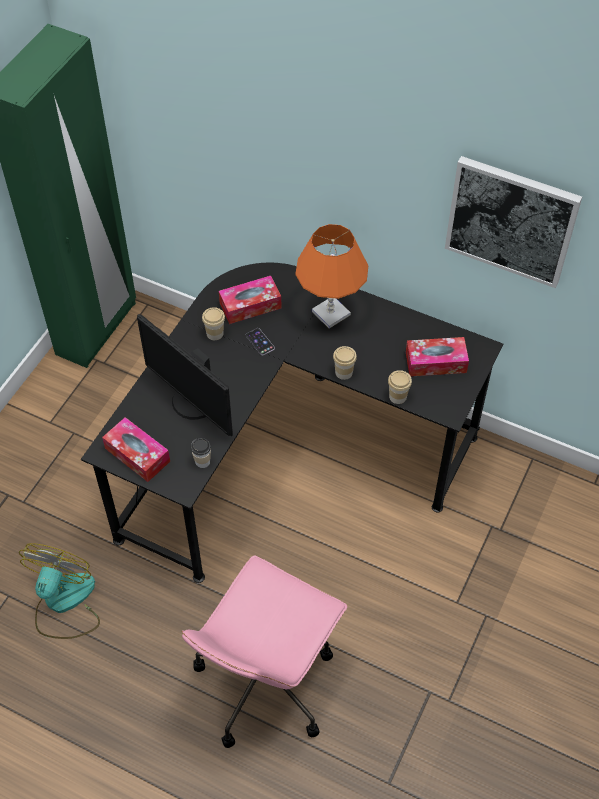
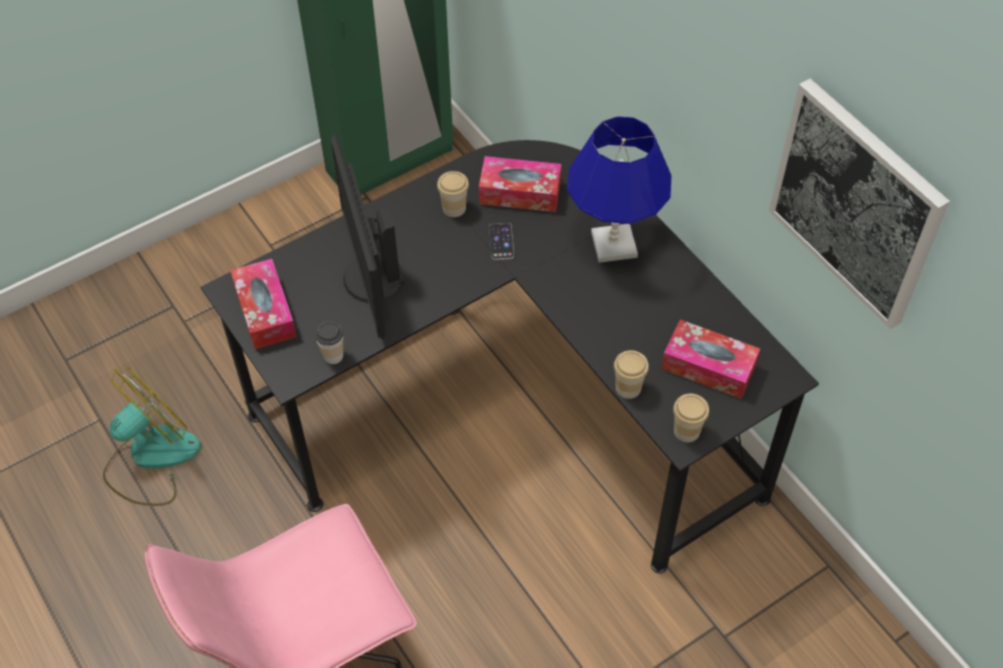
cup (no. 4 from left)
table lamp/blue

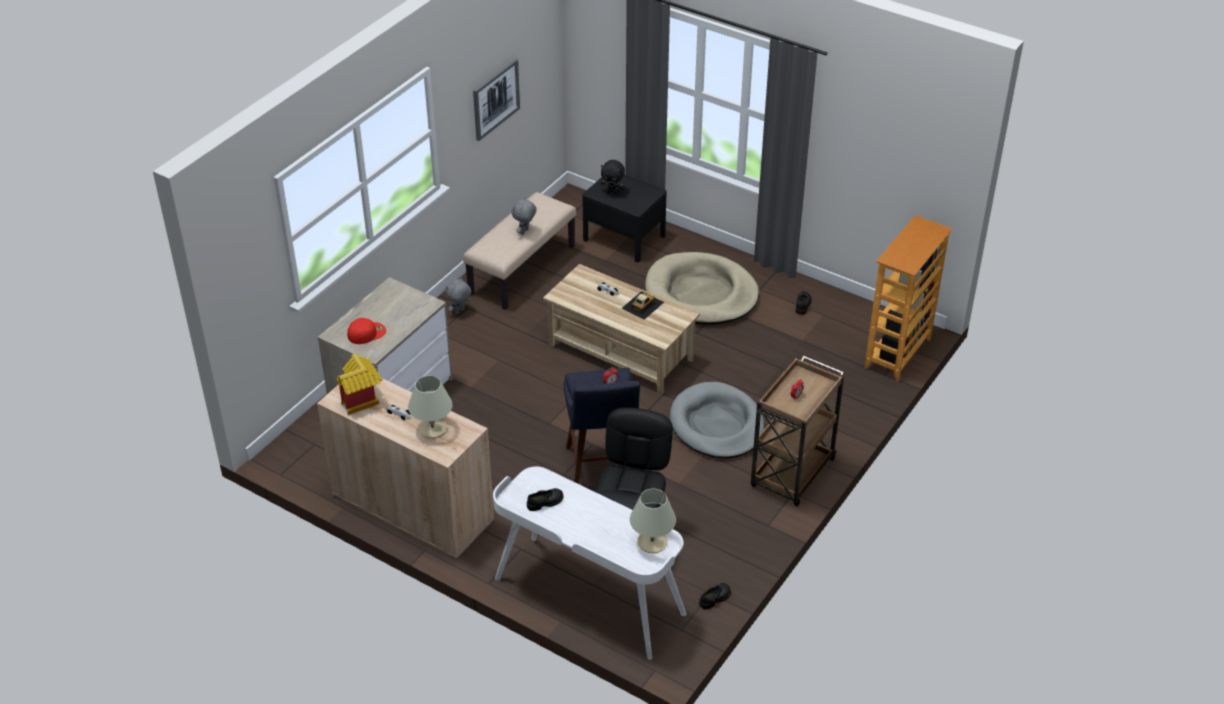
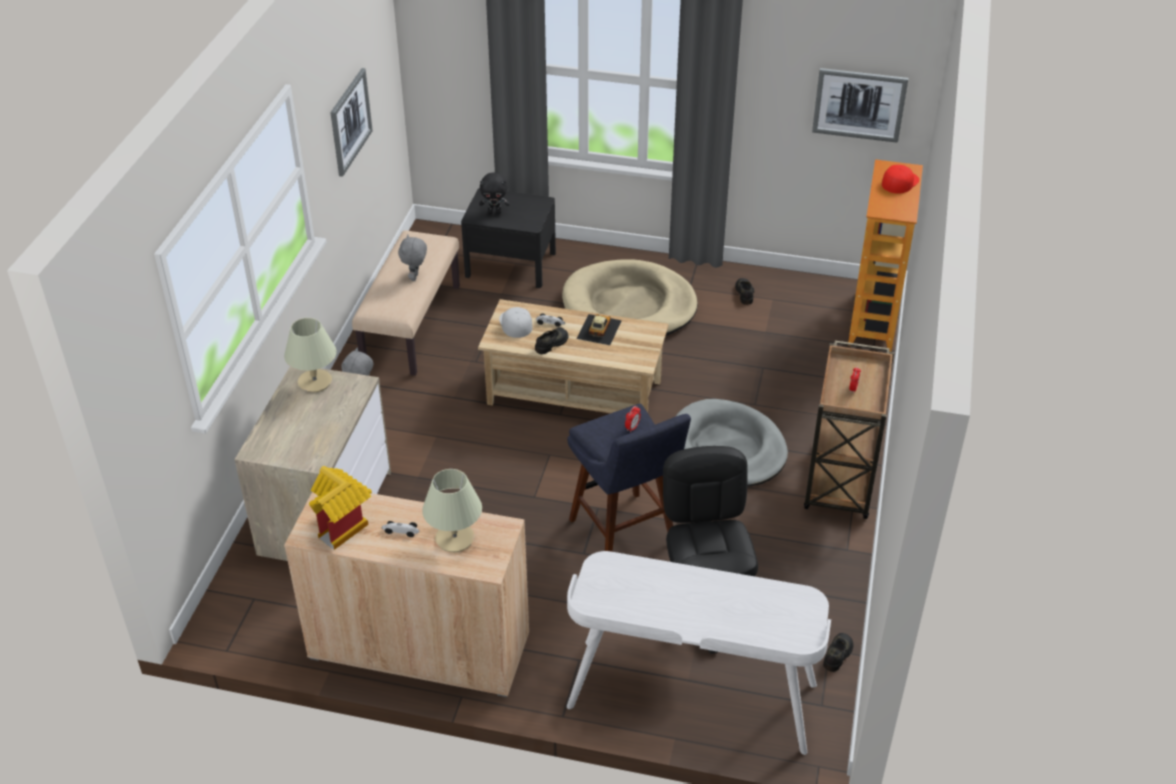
cap/white
picture (no. 2 from left)
cap/red
shoe/black (no. 1 from left)
table lamp/beige (no. 1 from left)

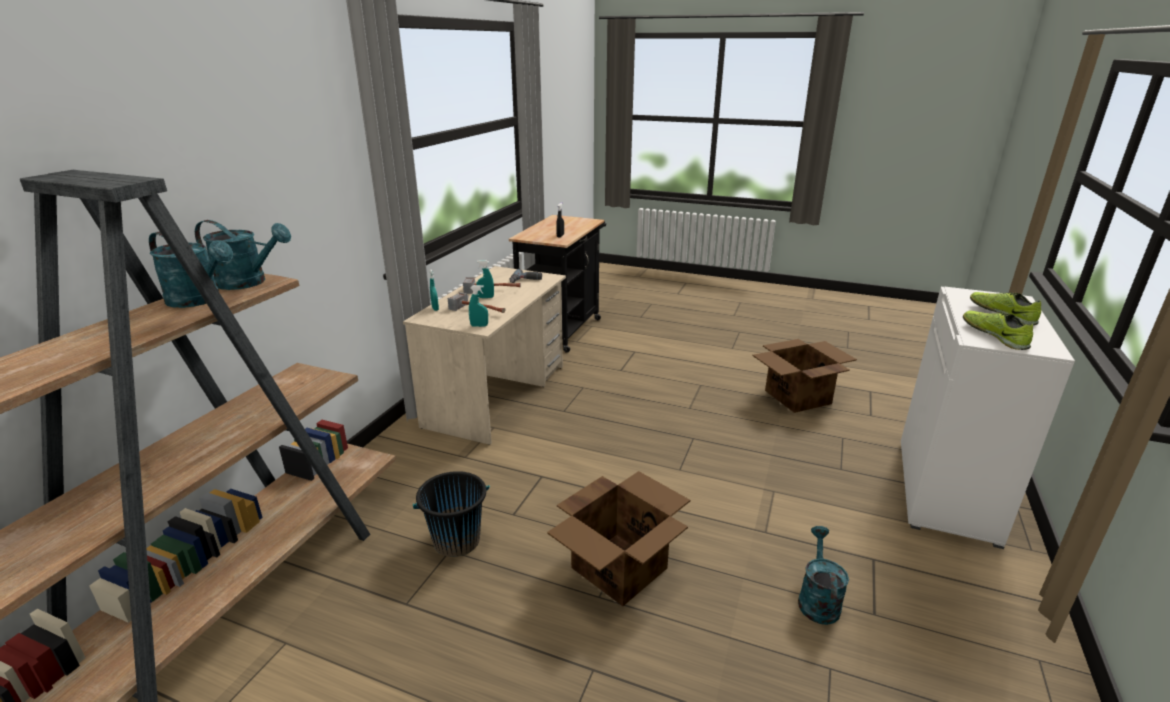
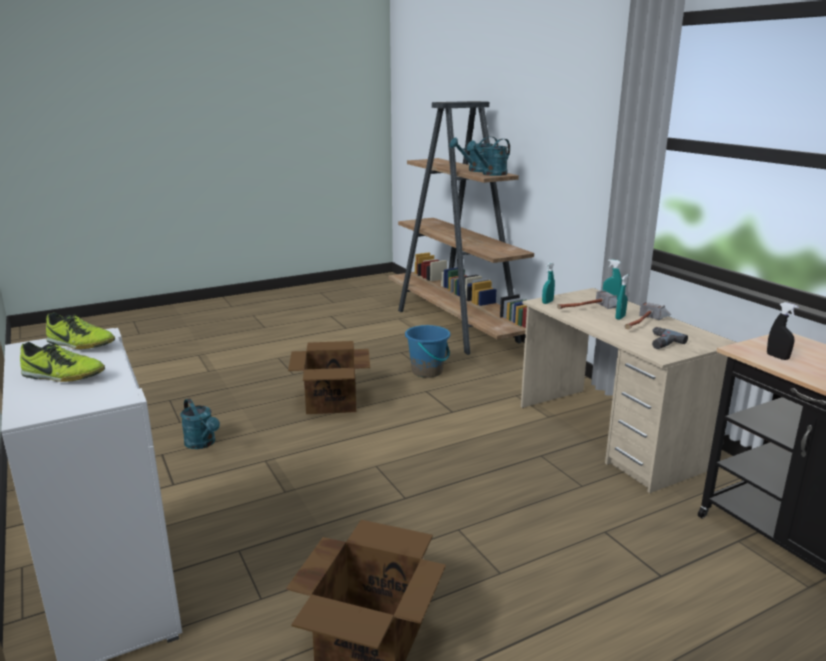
bucket/blue

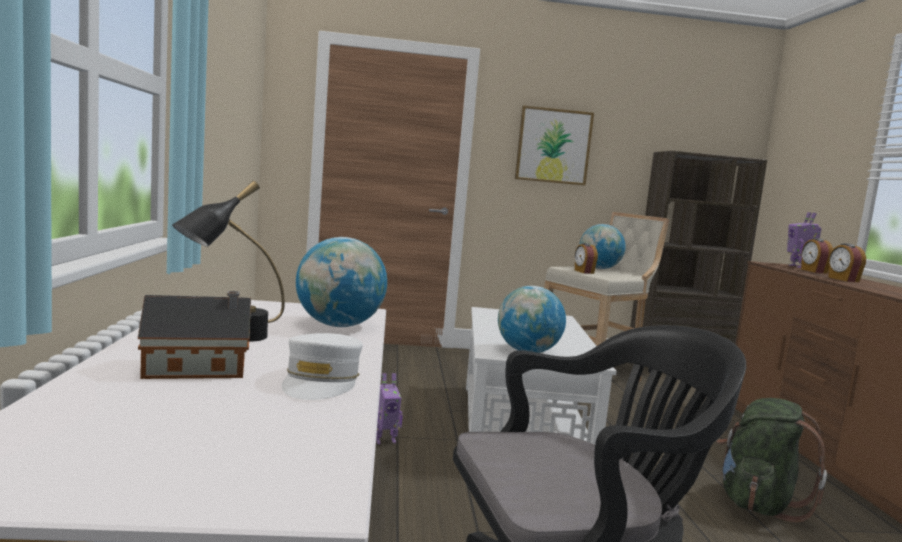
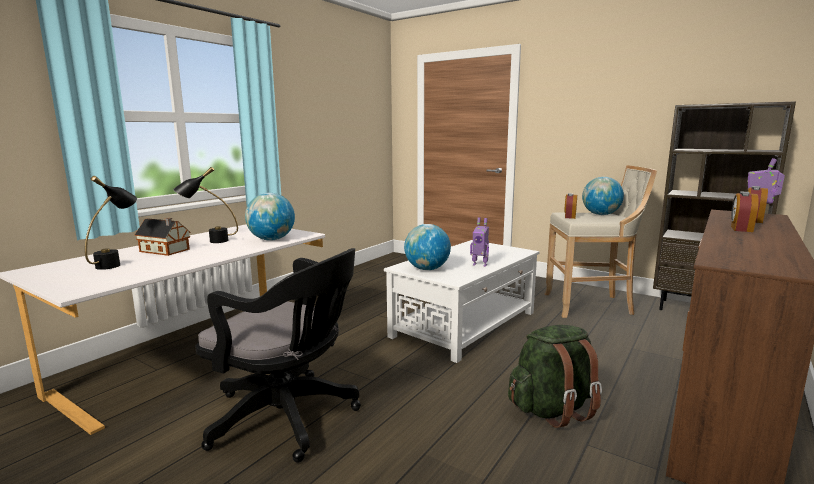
cap/white
picture
table lamp/black (no. 1 from left)
toy robot (no. 1 from left)

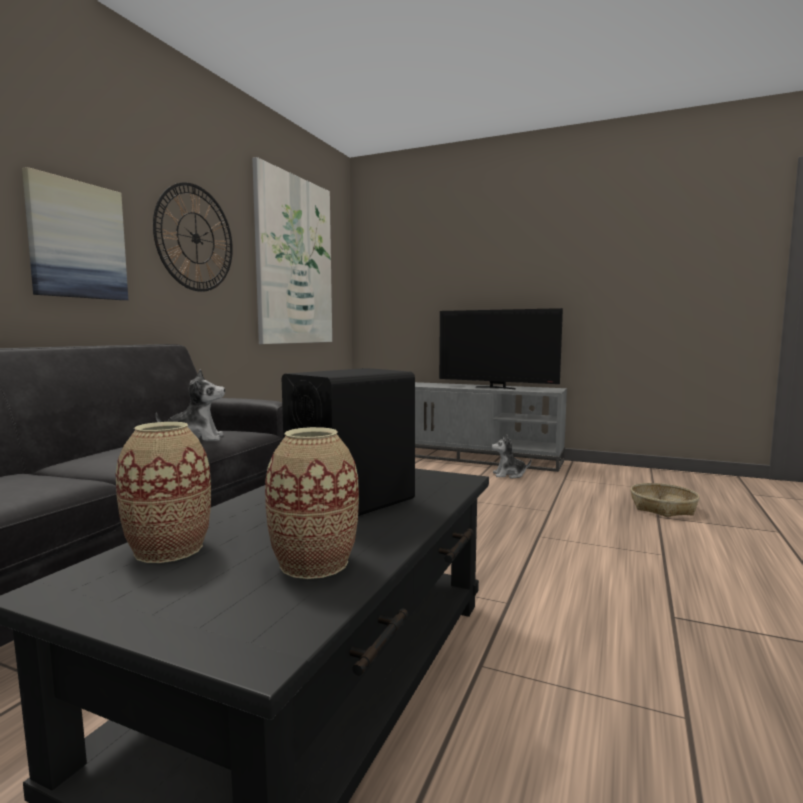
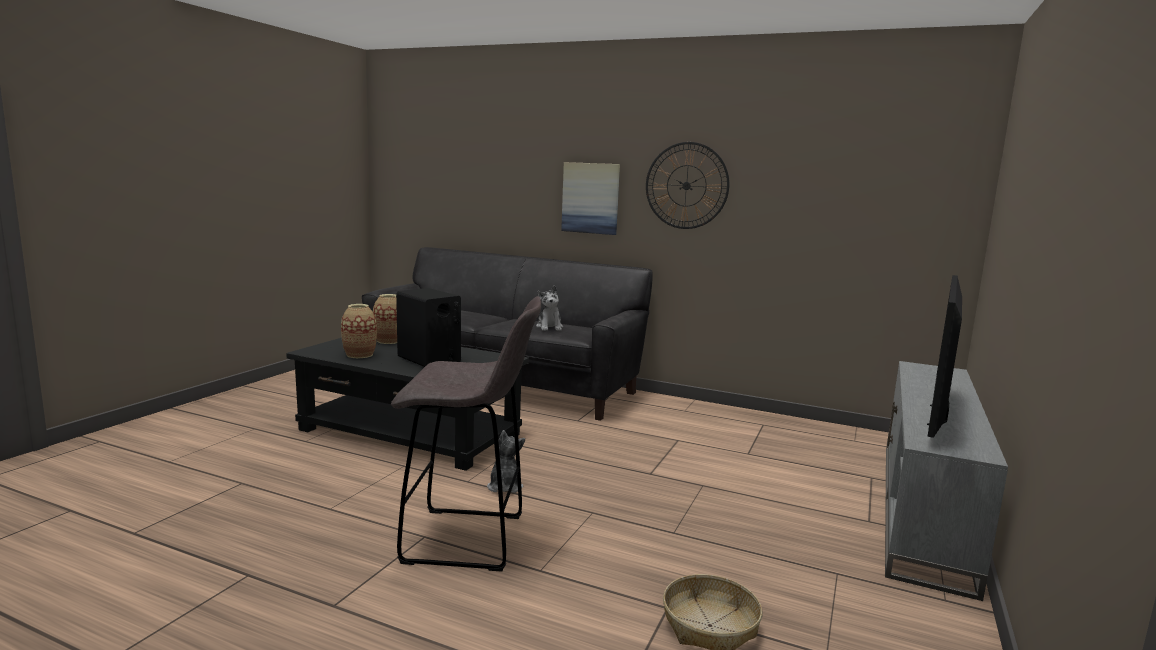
picture (no. 2 from left in the first image)
stool/grey
plush toy (no. 1 from left)

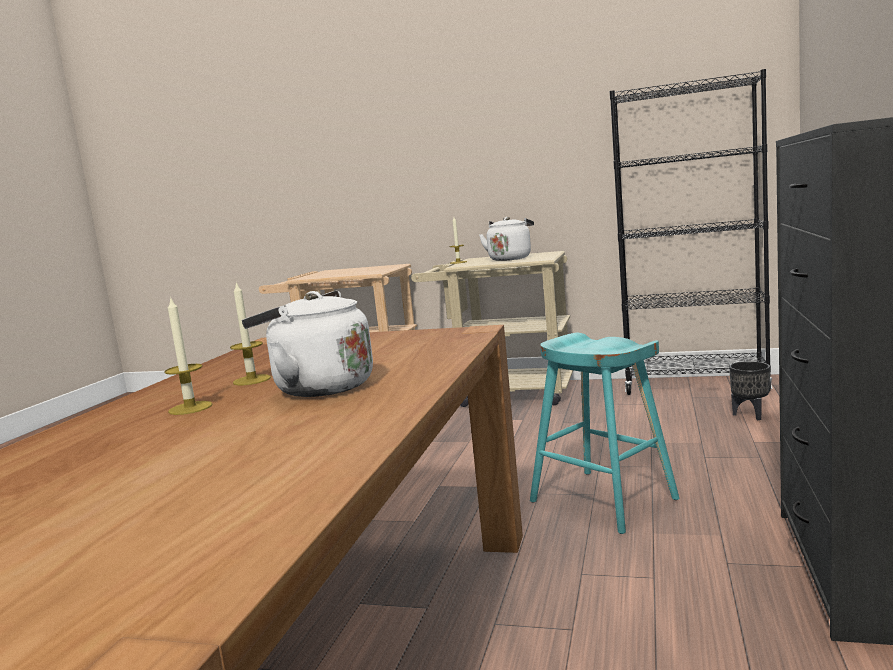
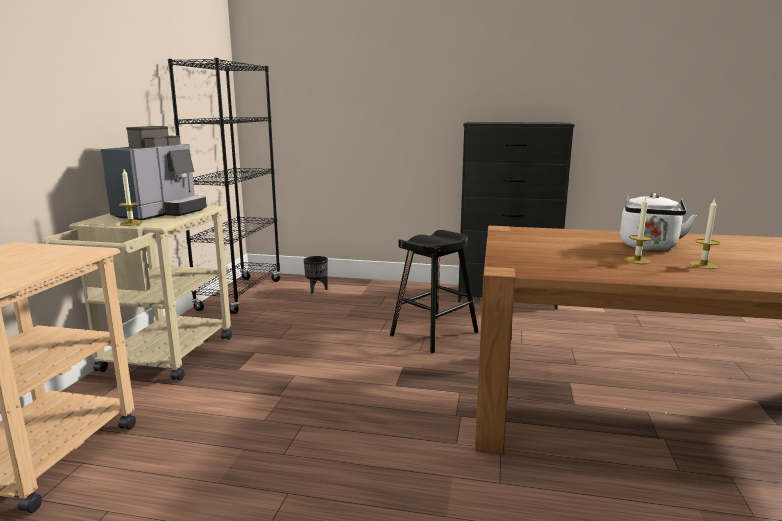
coffee machine
stool/black

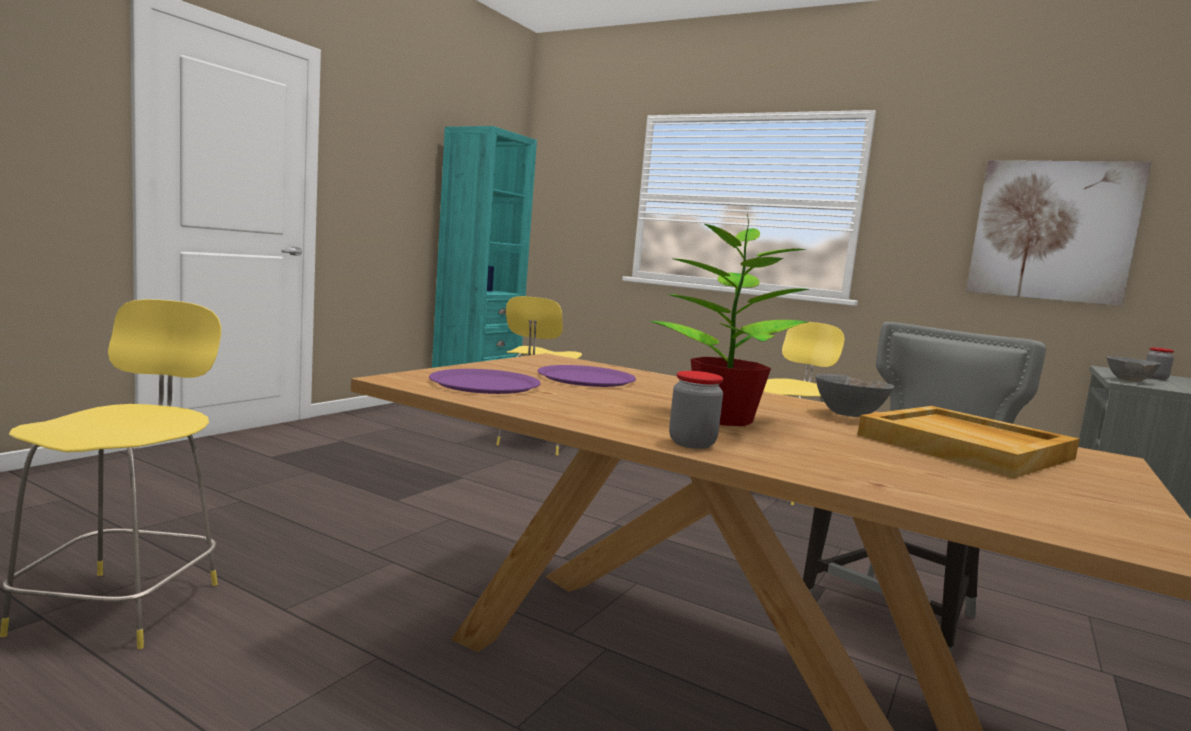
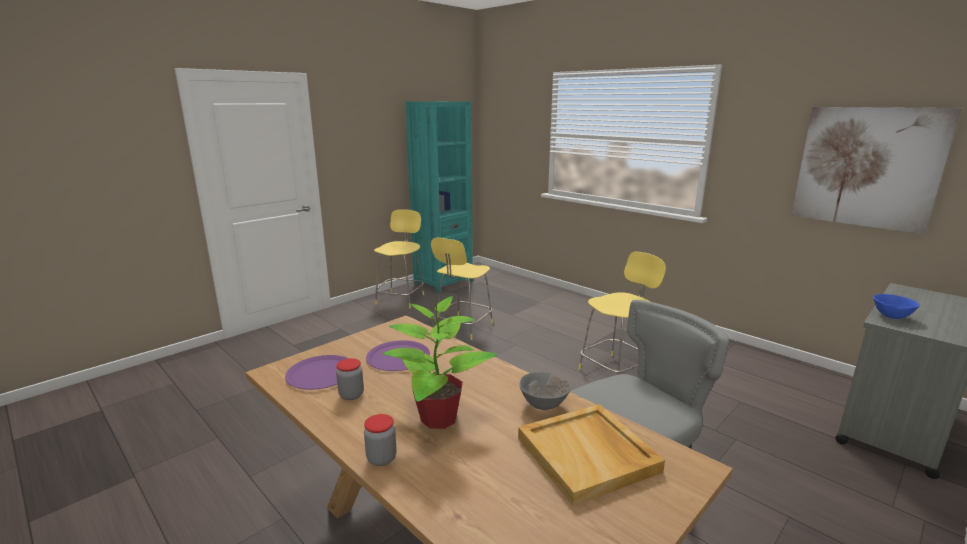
stool/yellow (no. 1 from left)
jar (no. 1 from left)
bowl/blue

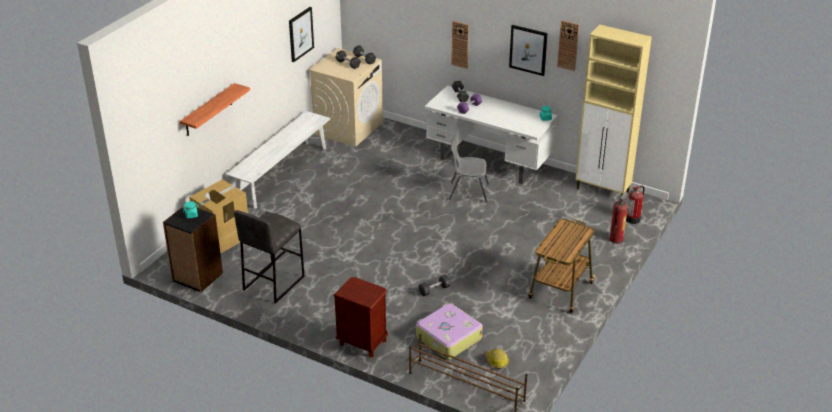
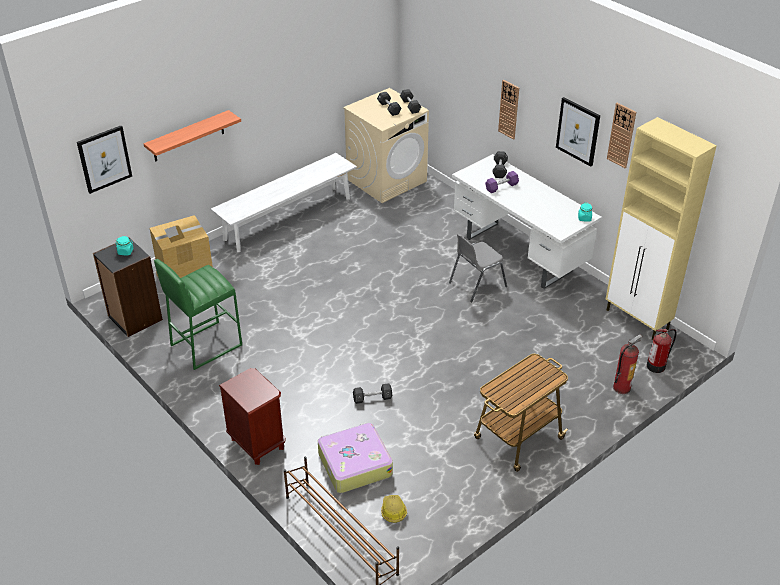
picture (no. 1 from left)
stool/green
chair/grey

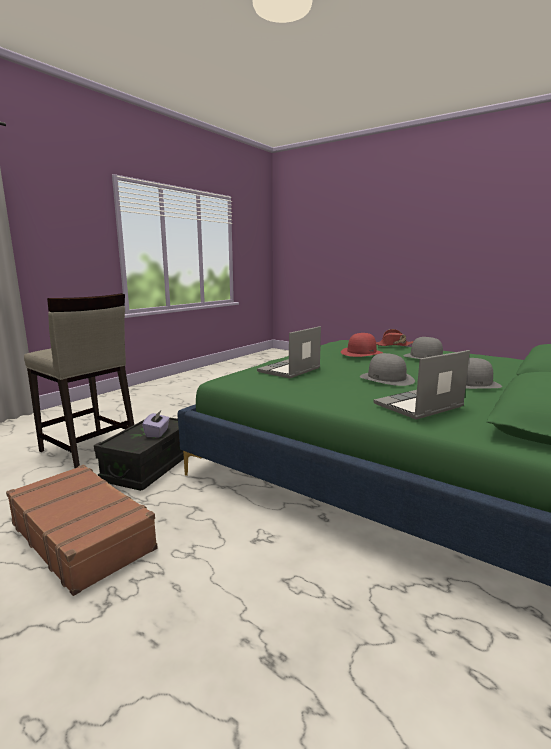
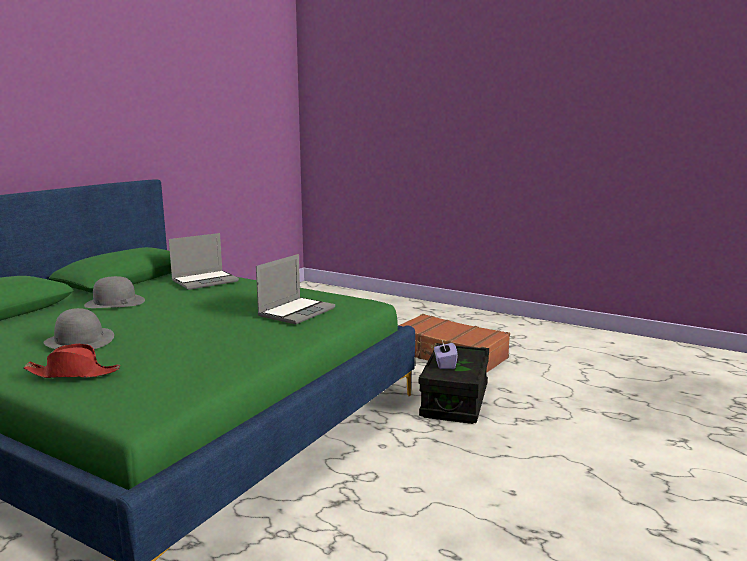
stool/beige
hat/red (no. 1 from left in the first image)
hat/grey (no. 1 from left in the first image)

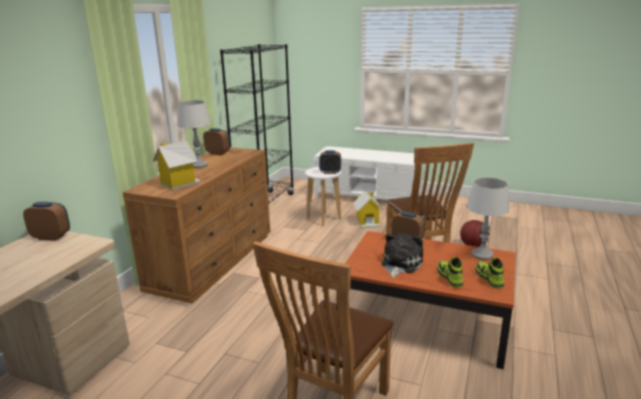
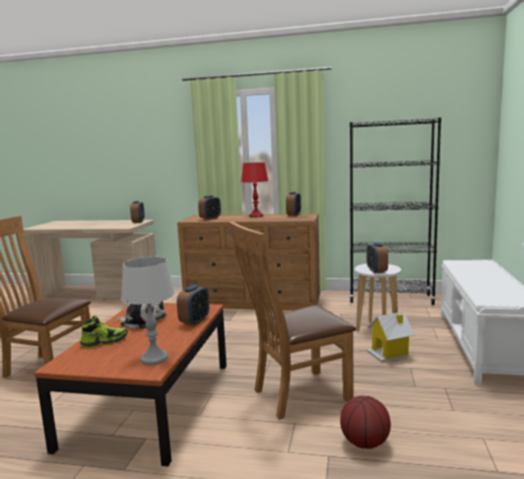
shoe (no. 2 from left in the first image)
alarm clock (no. 3 from left)
table lamp/red

